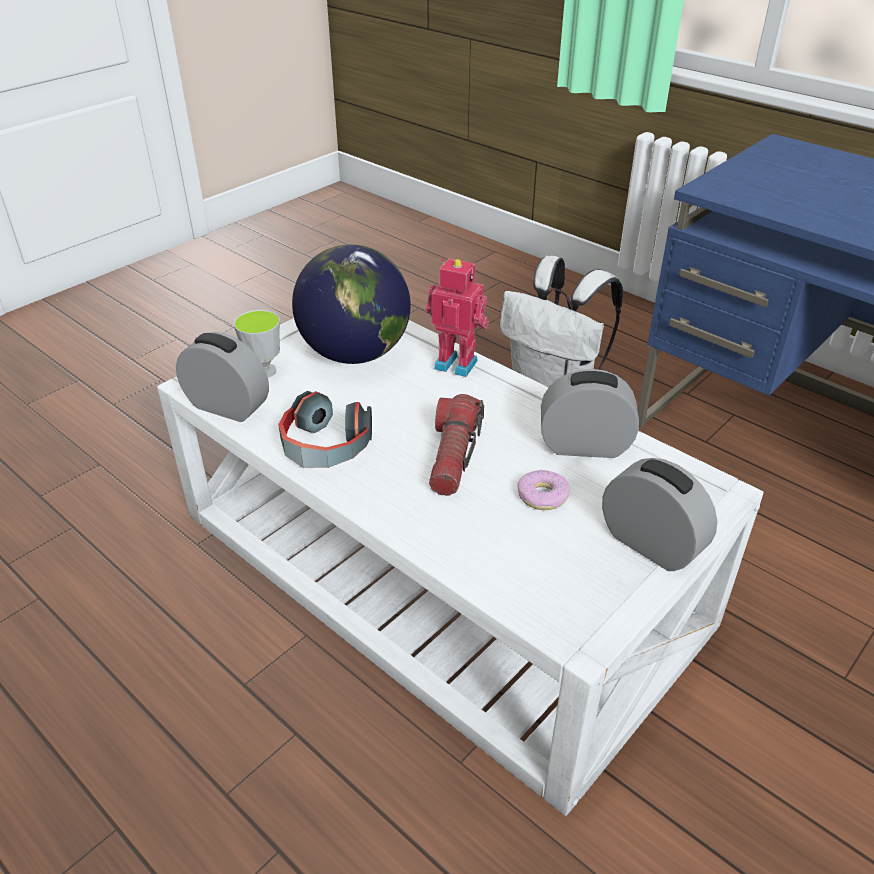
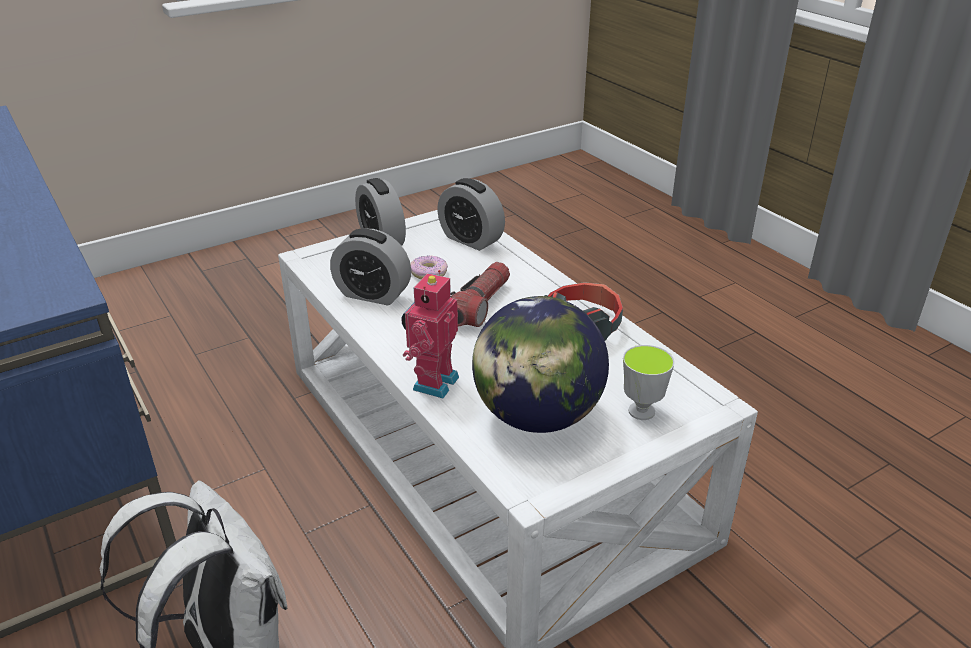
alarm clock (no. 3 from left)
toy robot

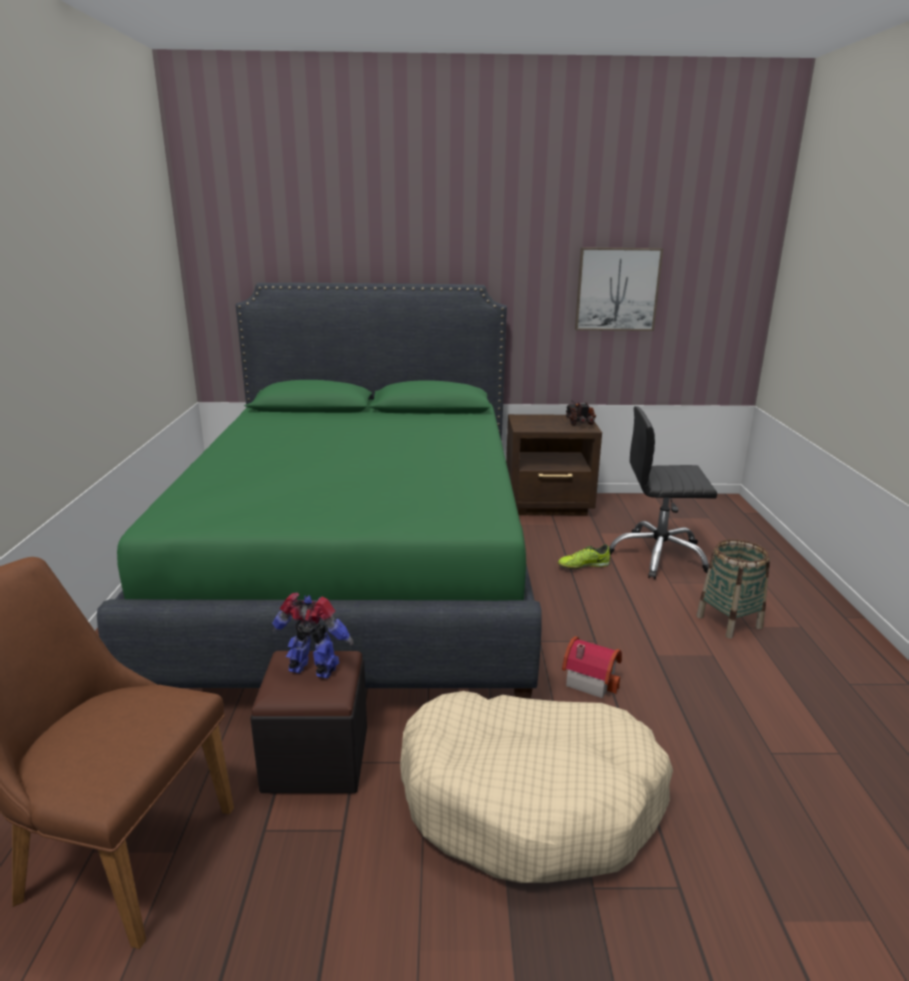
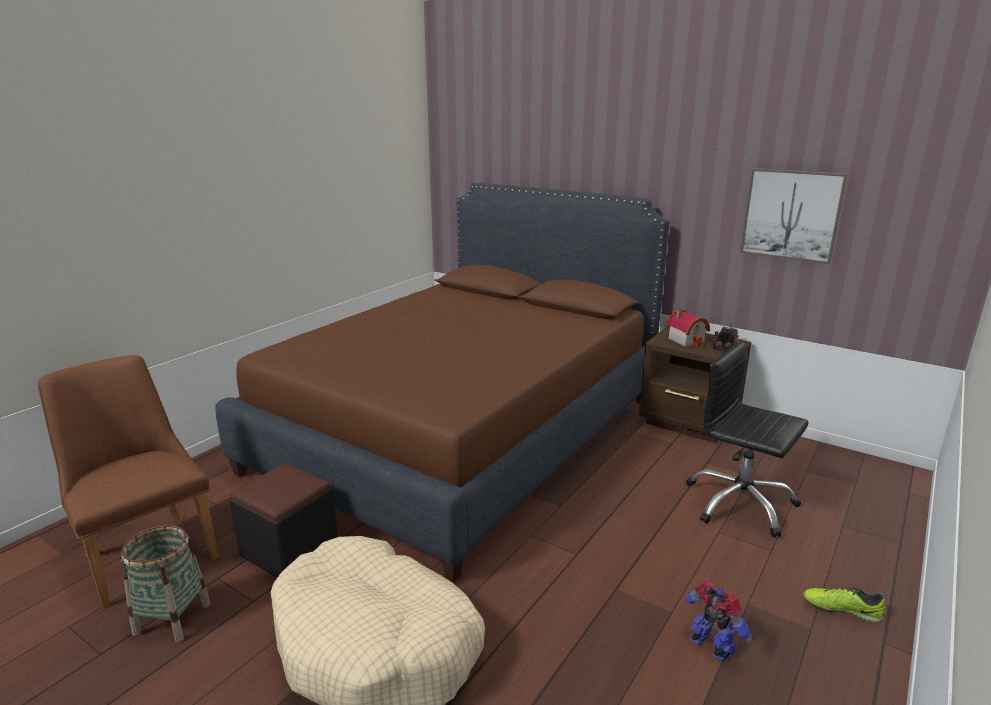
toy robot
shoe
toy house
basket
bed/brown

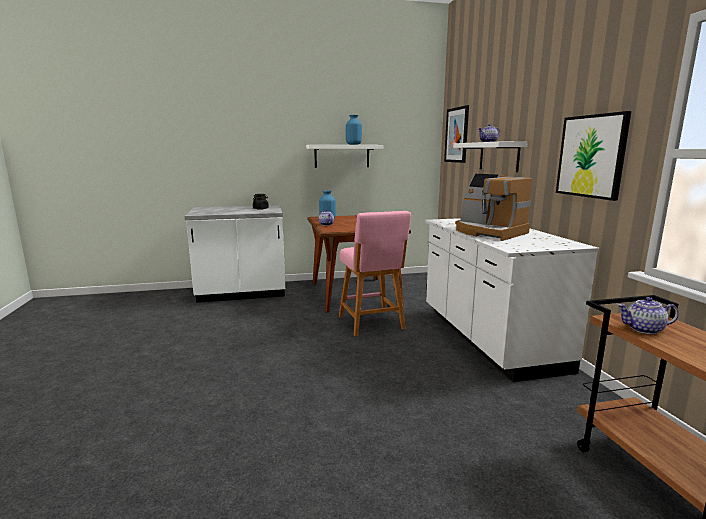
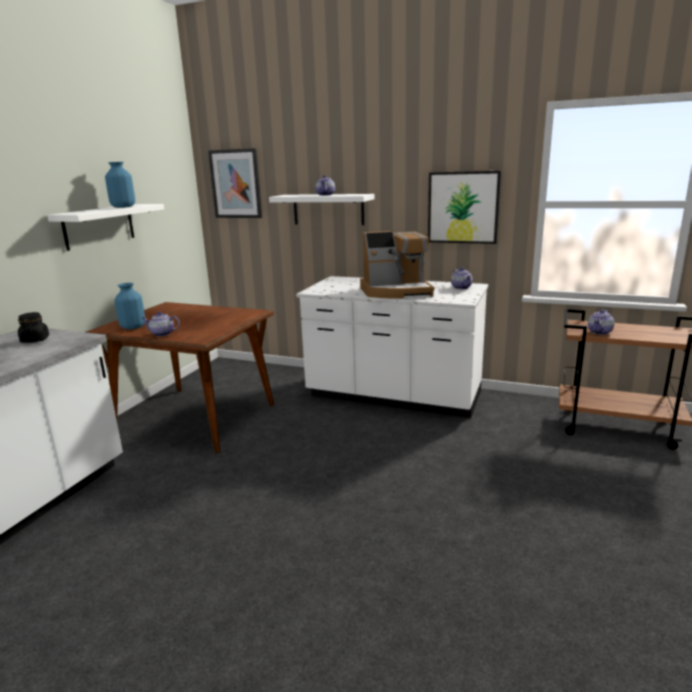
stool/pink
teapot (no. 3 from left)

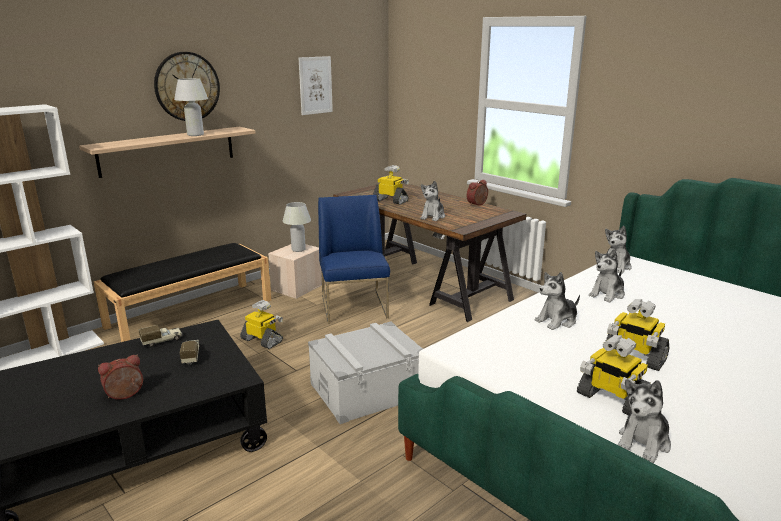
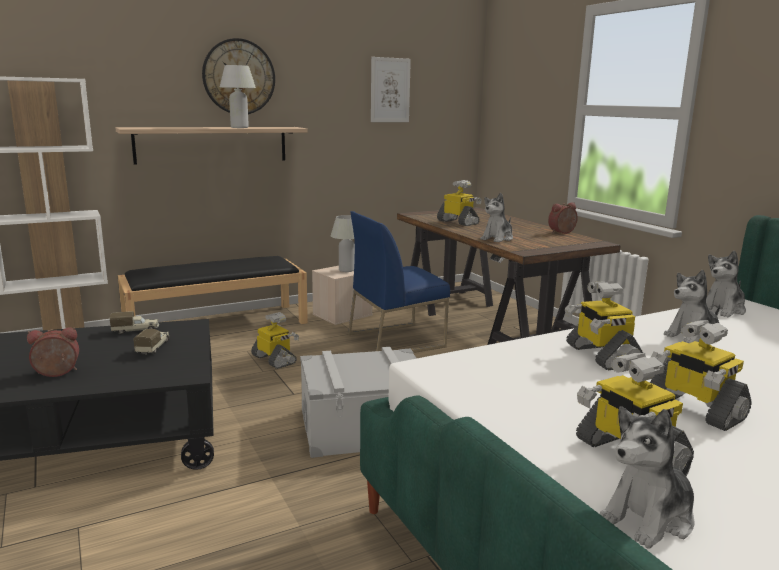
toy robot (no. 3 from left)
chair/blue

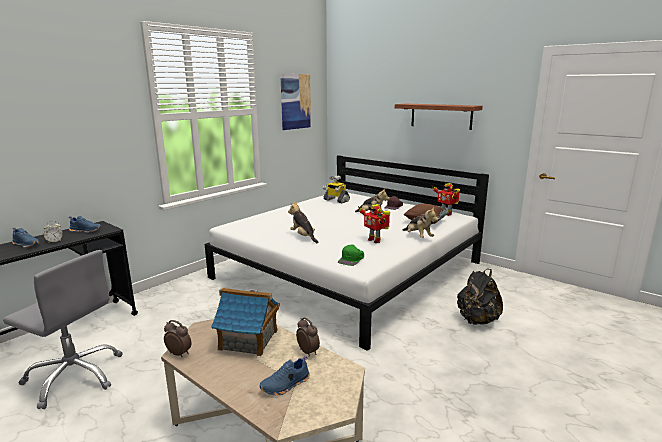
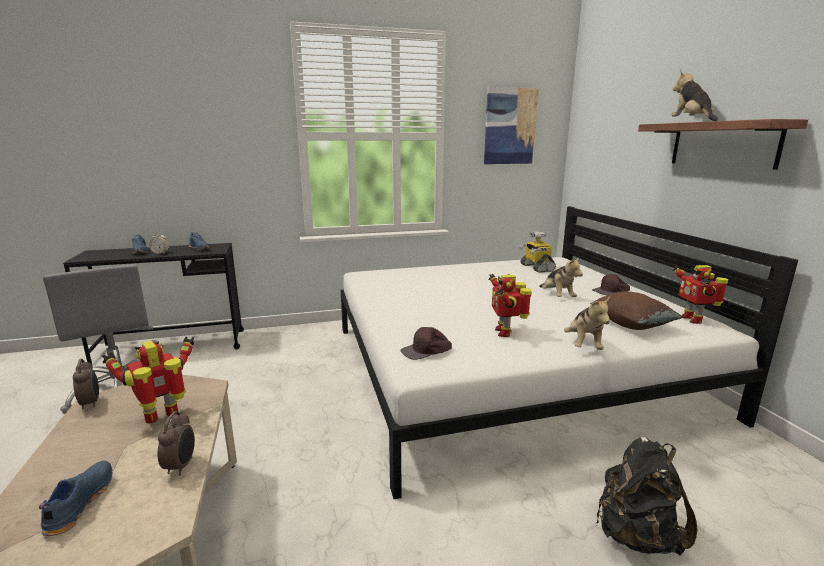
plush toy (no. 3 from left)
toy robot (no. 1 from left)
cap/brown (no. 1 from left)
shoe/blue (no. 1 from left)

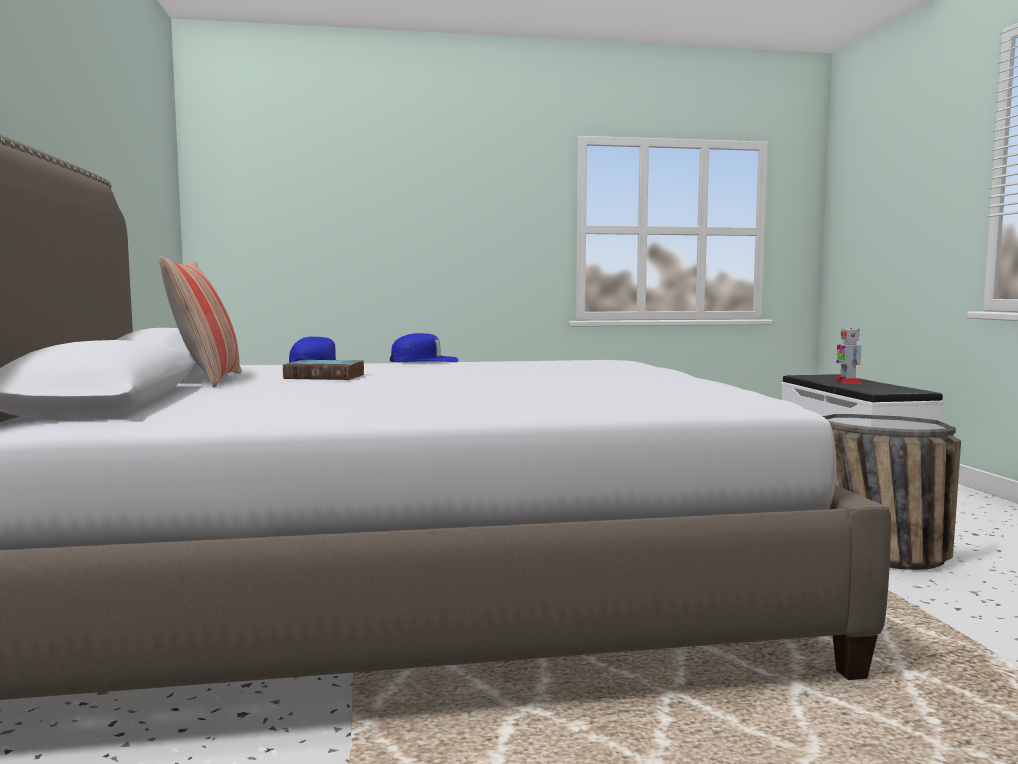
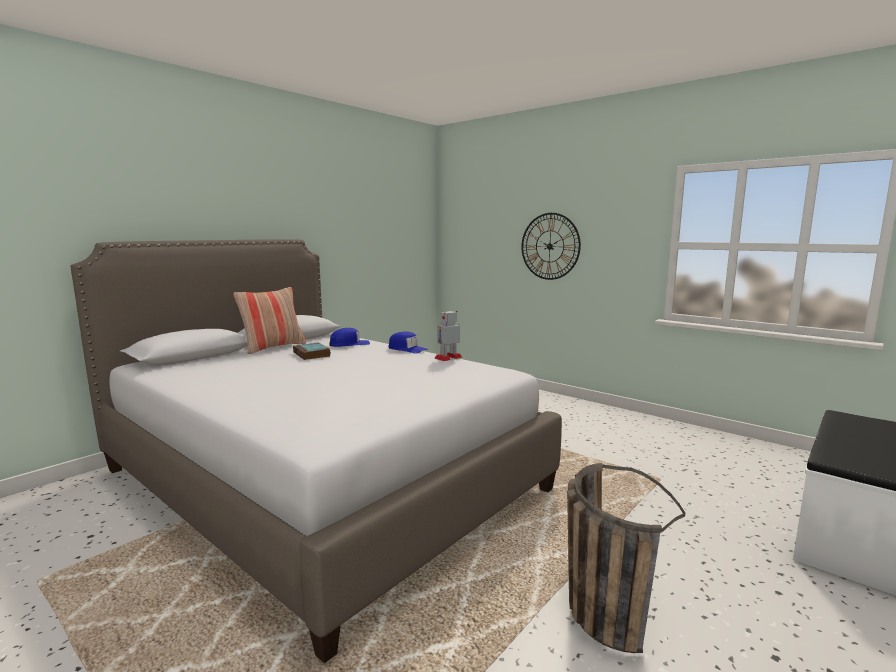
wall clock
toy robot

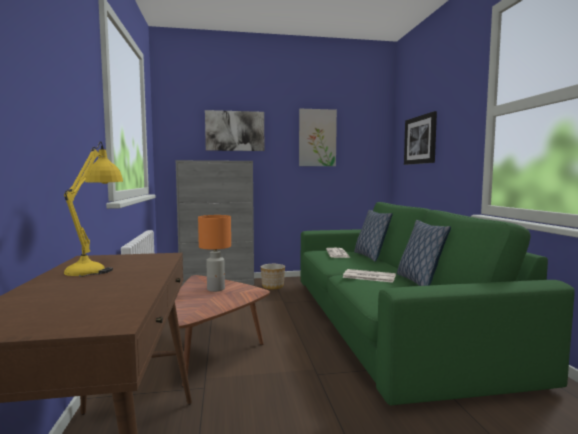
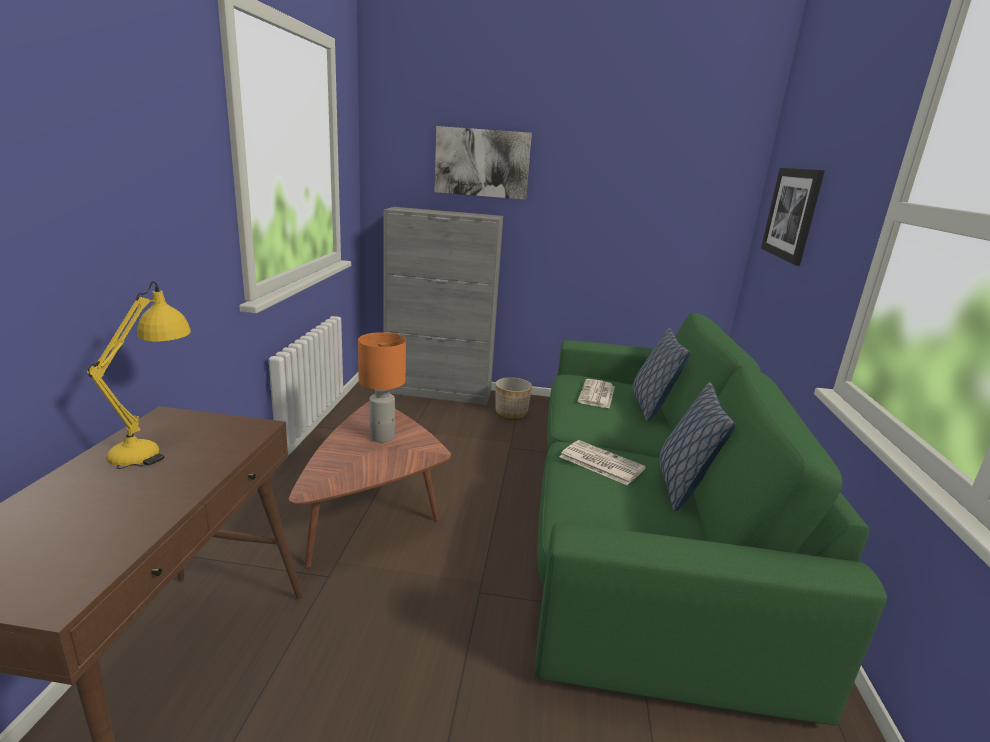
picture (no. 2 from left in the first image)

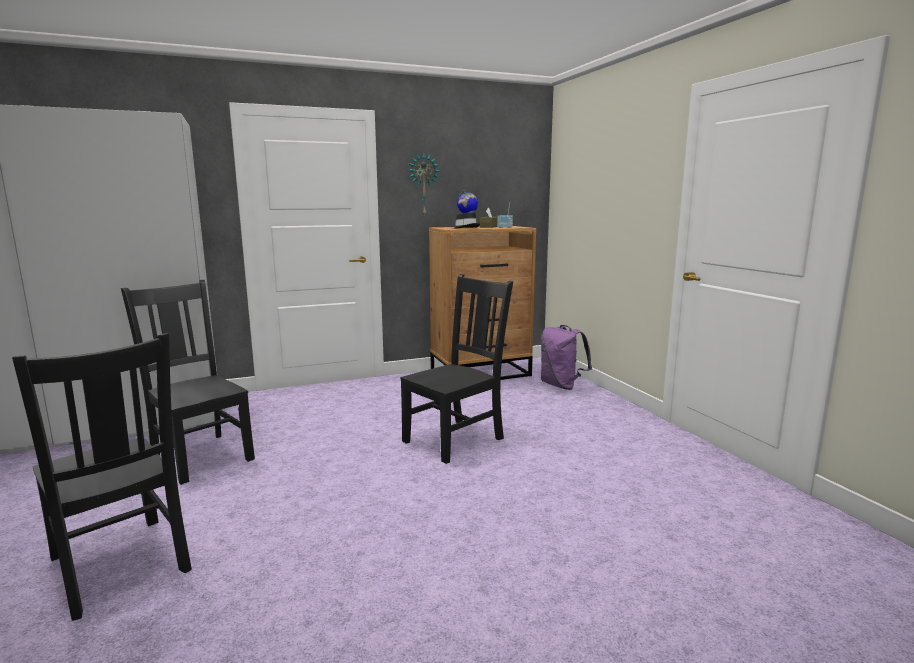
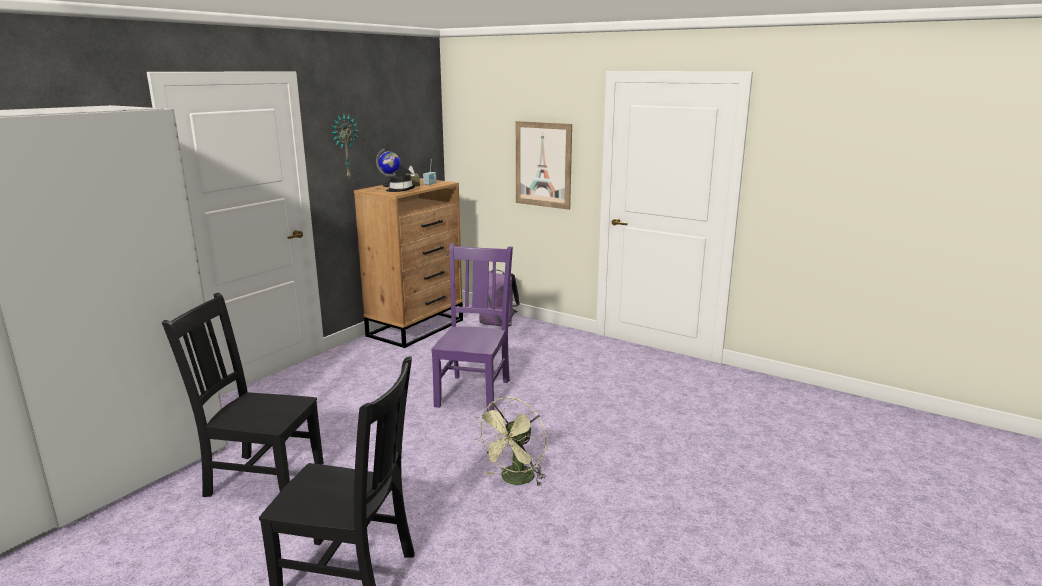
fan/green
picture
chair/purple

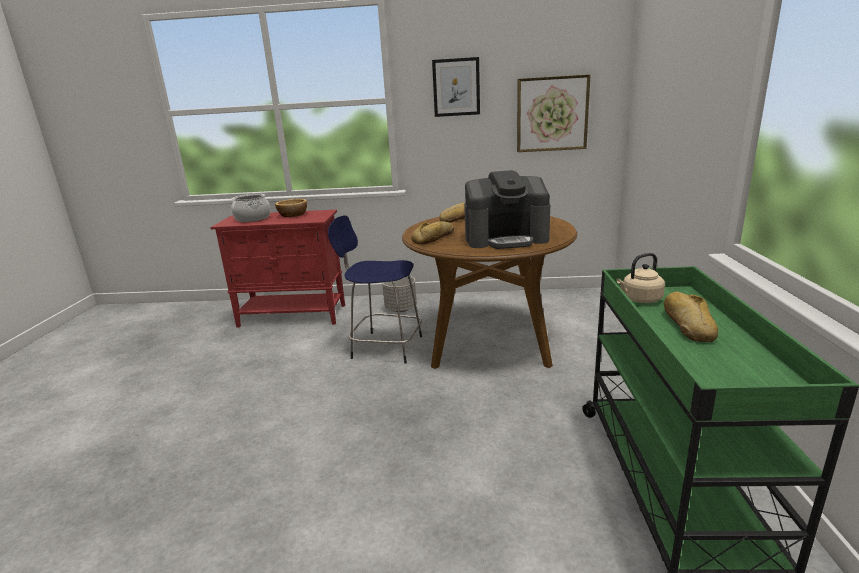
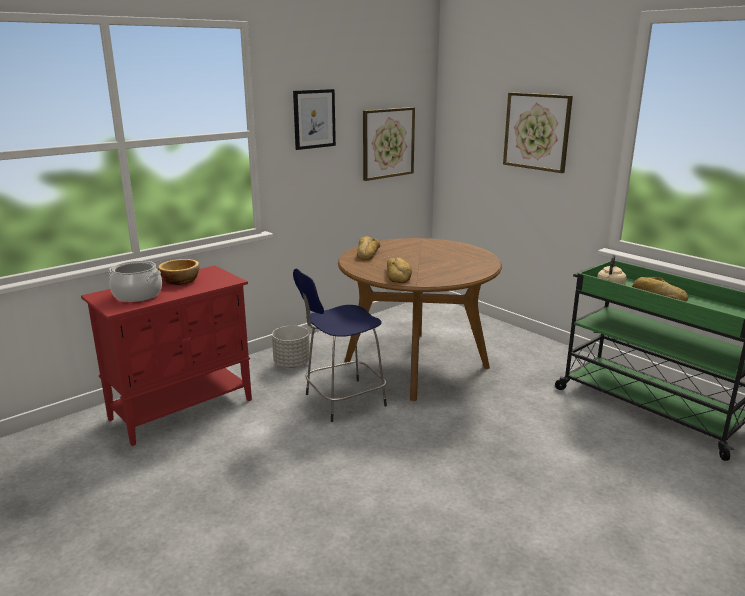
coffee machine
picture (no. 3 from left)

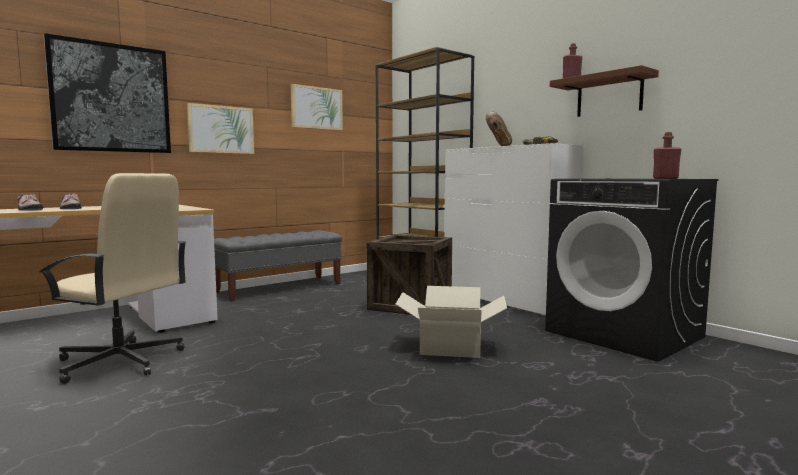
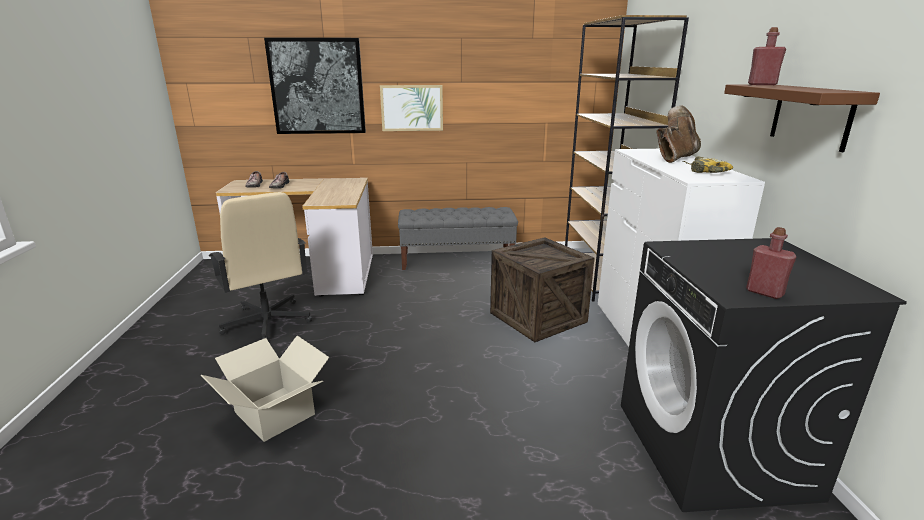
picture (no. 3 from left in the first image)
cardboard box

